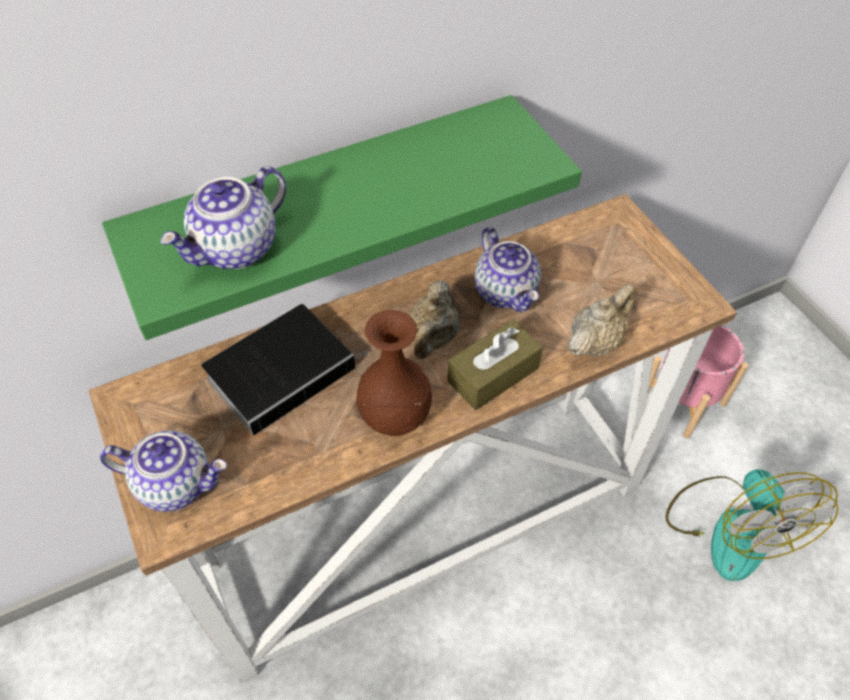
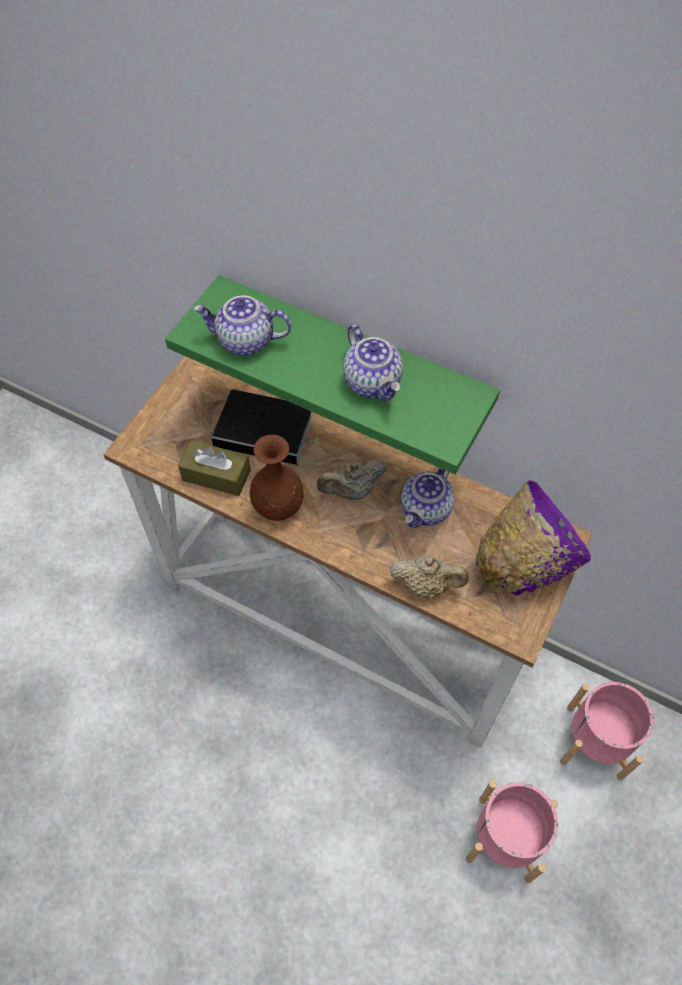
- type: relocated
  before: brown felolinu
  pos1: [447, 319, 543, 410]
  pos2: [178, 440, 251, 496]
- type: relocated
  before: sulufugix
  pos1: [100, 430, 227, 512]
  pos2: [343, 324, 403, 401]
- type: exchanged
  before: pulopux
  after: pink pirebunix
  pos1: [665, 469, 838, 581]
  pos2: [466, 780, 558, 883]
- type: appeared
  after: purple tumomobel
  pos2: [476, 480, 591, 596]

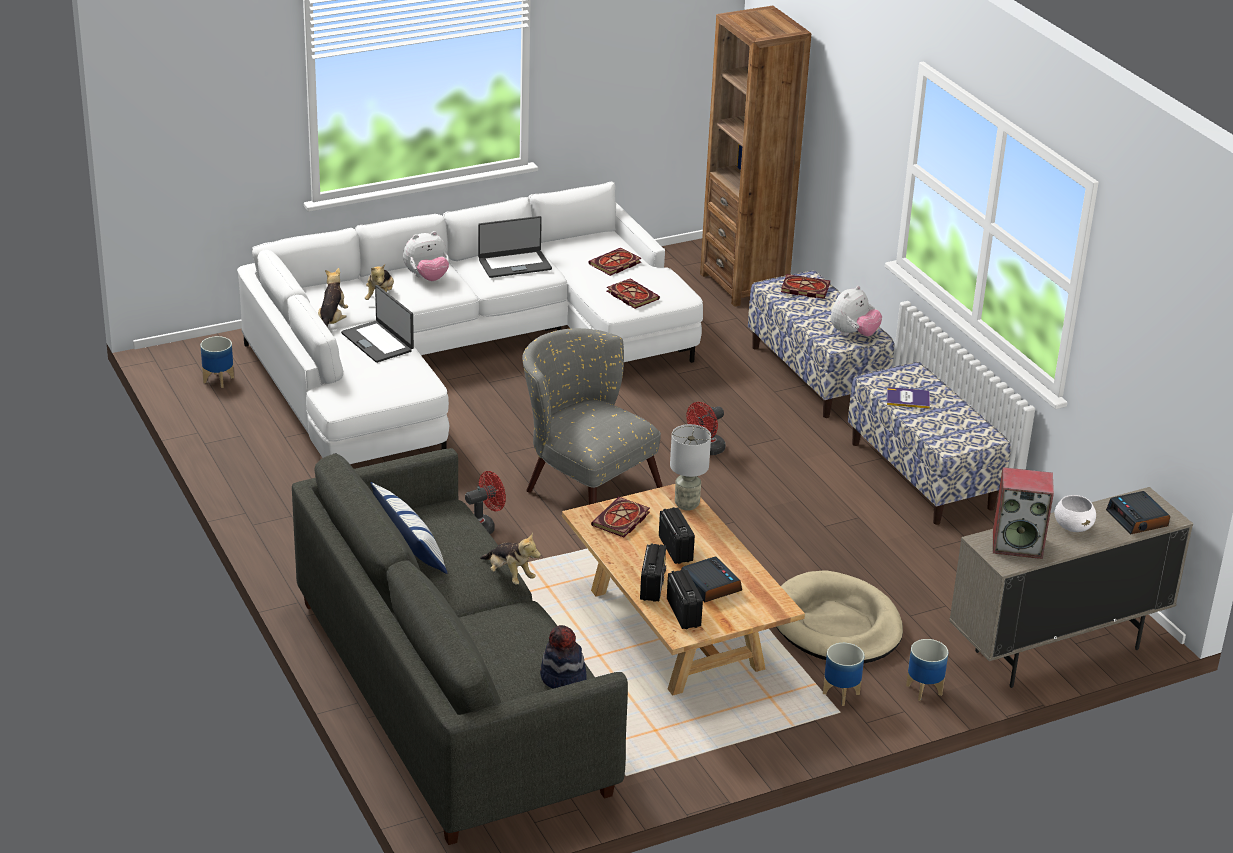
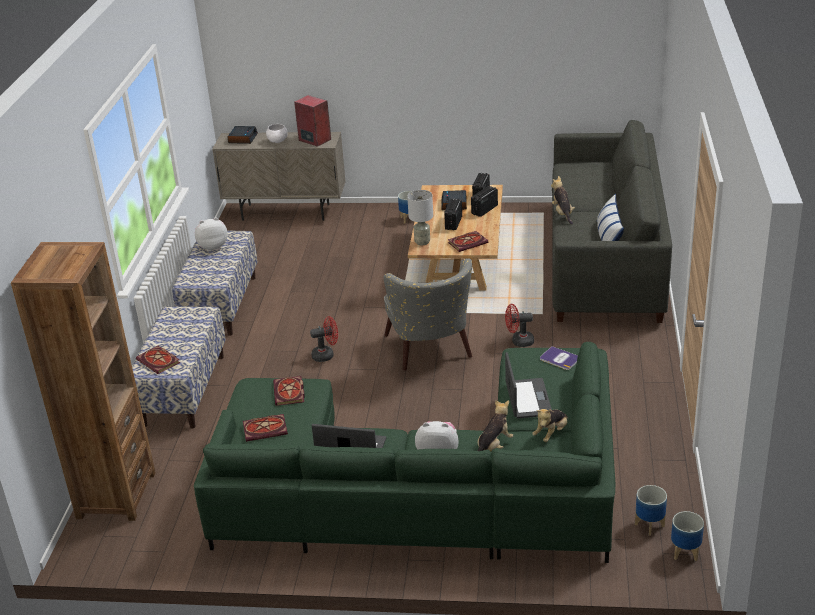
- type: colour
  before: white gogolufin
  after: green gogolufin
  pos1: [237, 182, 703, 464]
  pos2: [194, 342, 616, 563]
- type: relocated
  before: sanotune
  pos1: [831, 286, 882, 336]
  pos2: [195, 217, 228, 251]
- type: relocated
  before: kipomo
  pos1: [887, 387, 930, 409]
  pos2: [540, 346, 578, 370]
- type: relocated
  before: pirebunix
  pos1: [906, 639, 948, 701]
  pos2: [671, 511, 704, 561]
- type: missing
  before: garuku
  pos1: [540, 625, 587, 689]
- type: missing
  before: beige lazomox
  pos1: [776, 570, 903, 663]

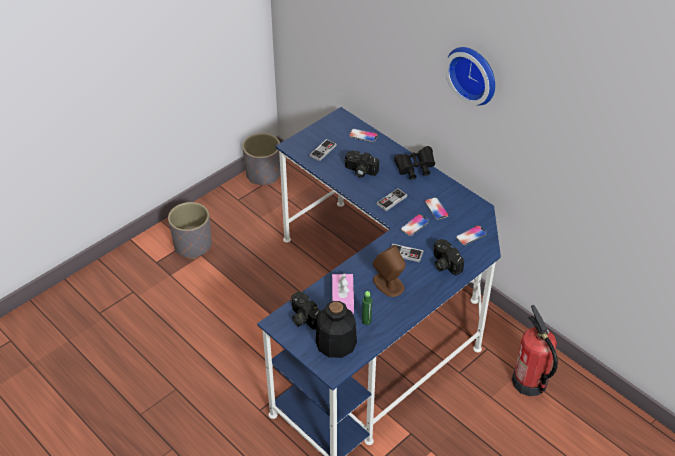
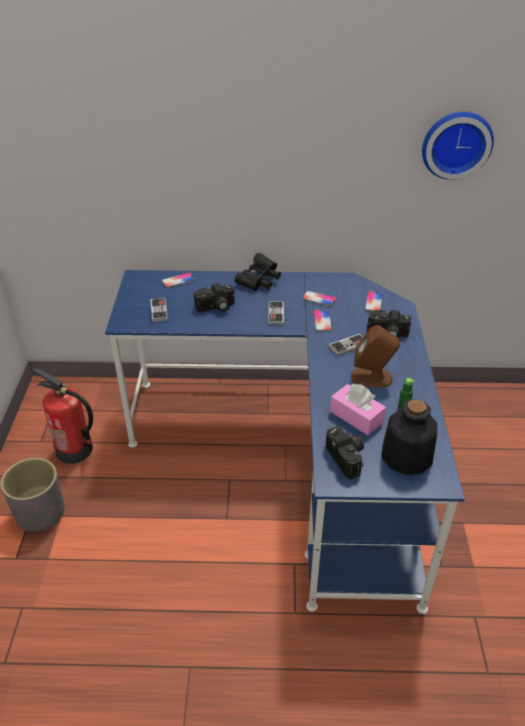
- type: relocated
  before: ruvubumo
  pos1: [512, 305, 558, 396]
  pos2: [33, 368, 93, 464]
- type: spun
  before: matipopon
  pos1: [290, 291, 321, 330]
  pos2: [326, 426, 364, 479]
  turn: -120
- type: relocated
  before: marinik
  pos1: [445, 47, 495, 105]
  pos2: [422, 112, 494, 180]
- type: missing
  before: grey pirebunix
  pos1: [242, 133, 281, 185]

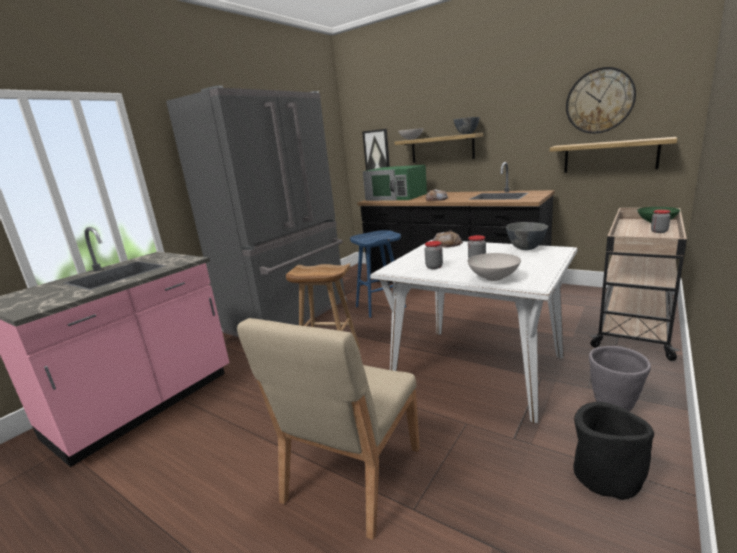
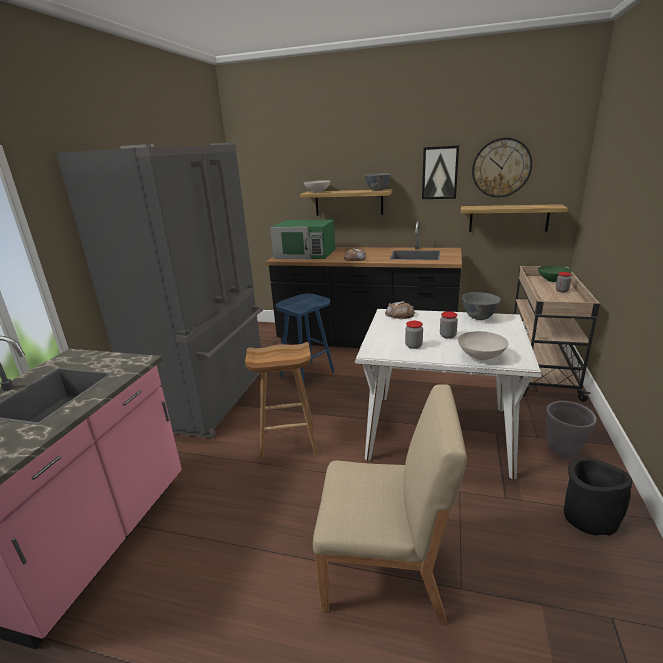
- type: spun
  before: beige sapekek
  pos1: [237, 318, 420, 540]
  pos2: [313, 384, 467, 624]
  turn: -90
- type: relocated
  before: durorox
  pos1: [362, 129, 390, 171]
  pos2: [422, 145, 459, 199]

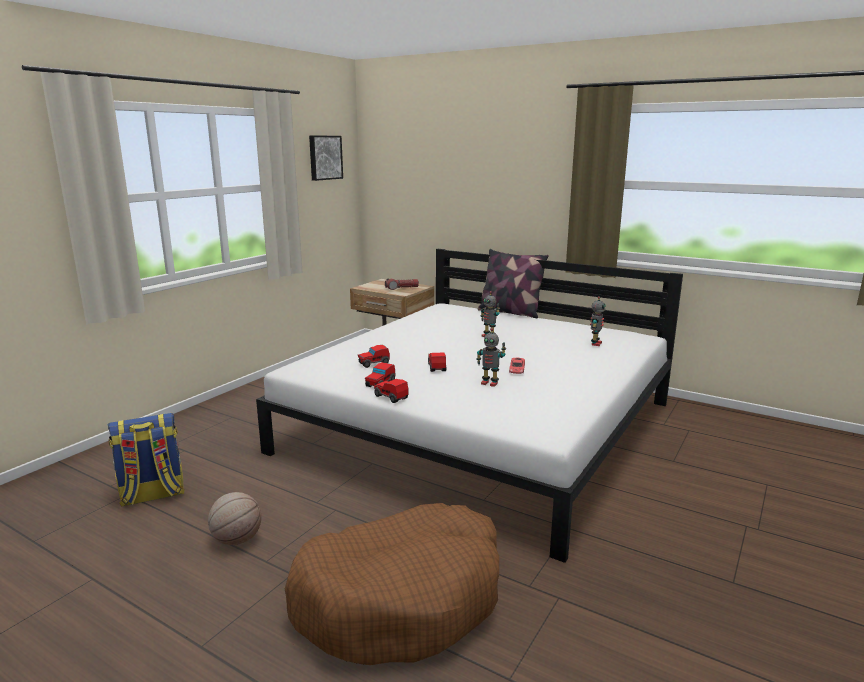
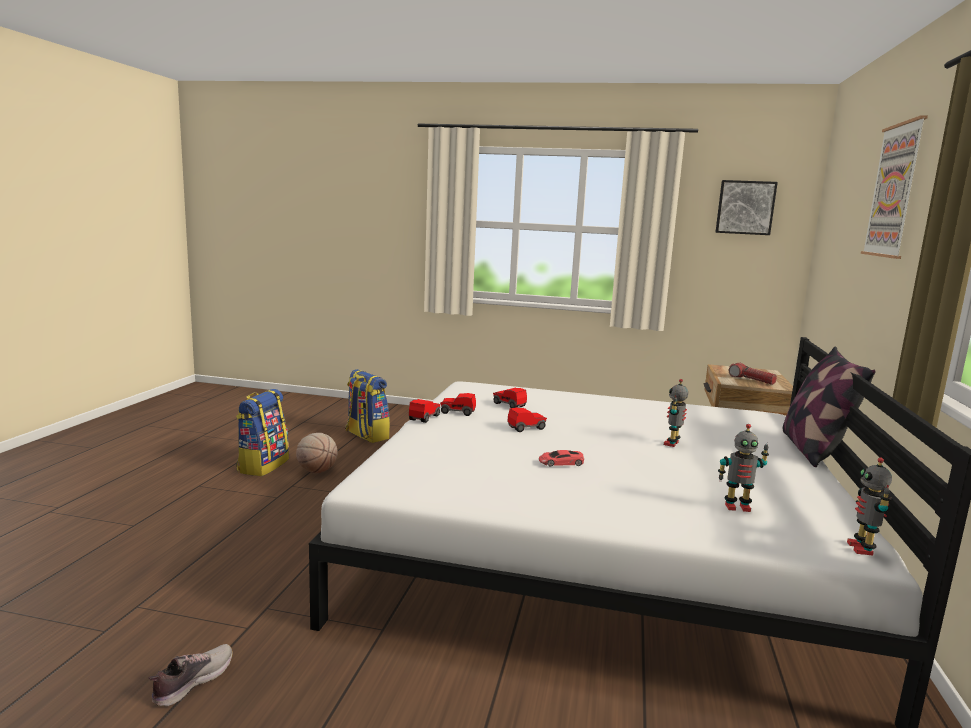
- type: appeared
  after: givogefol
  pos2: [148, 644, 233, 707]
- type: appeared
  after: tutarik
  pos2: [236, 389, 289, 476]
- type: relocated
  before: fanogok
  pos1: [476, 328, 506, 387]
  pos2: [847, 458, 892, 555]
- type: appeared
  after: durorox
  pos2: [861, 115, 928, 259]
- type: missing
  before: brown lazomox
  pos1: [285, 503, 499, 665]

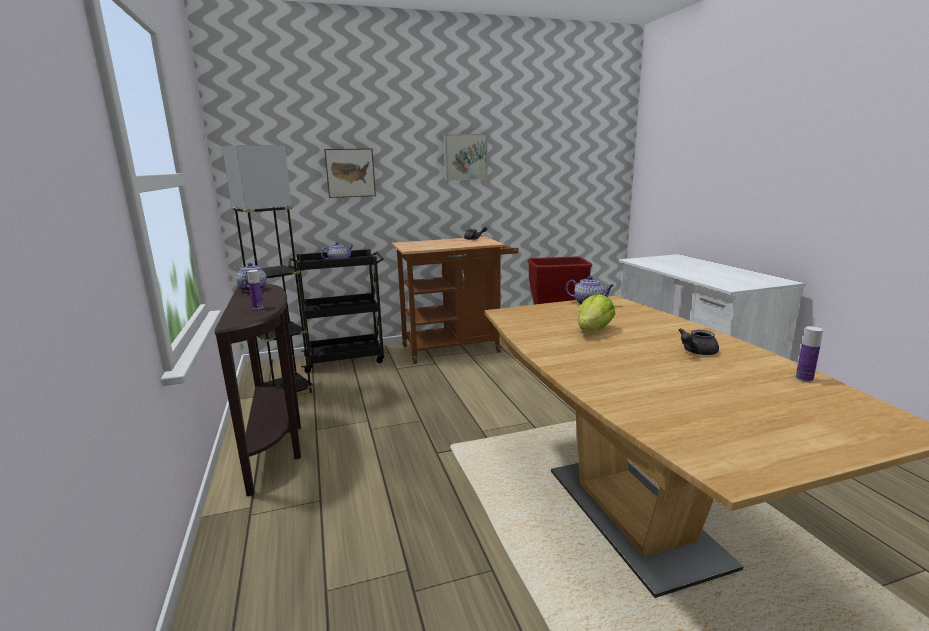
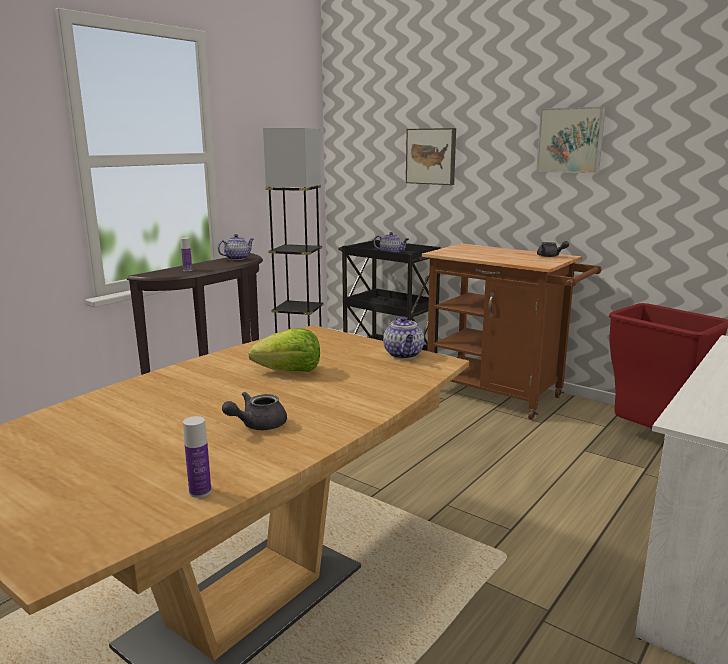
- type: spun
  before: grey sulufugix
  pos1: [679, 328, 719, 355]
  pos2: [222, 392, 287, 430]
  turn: -60

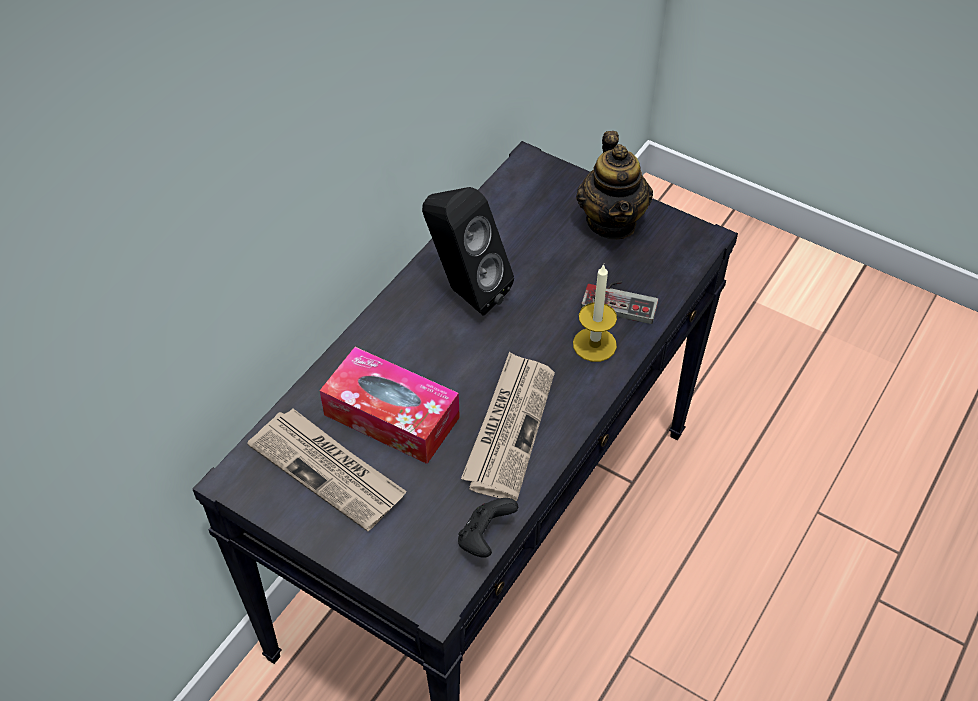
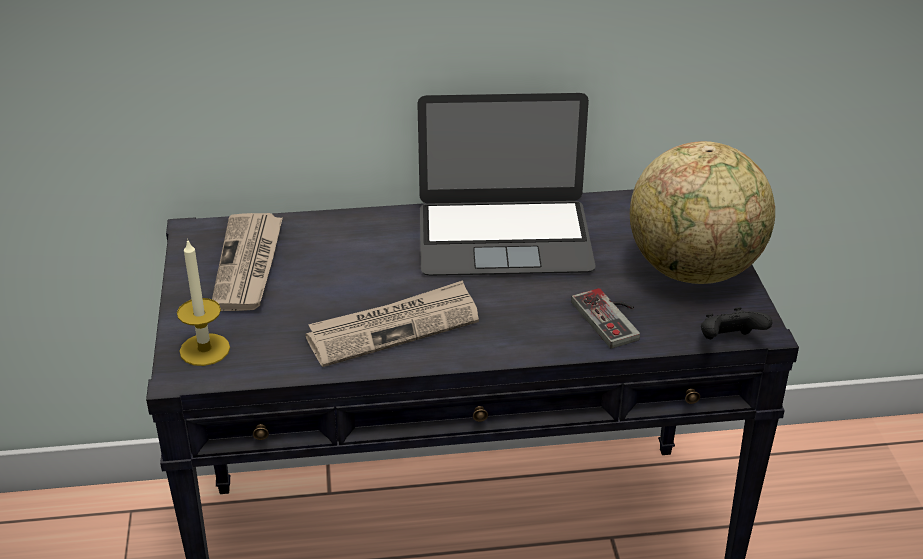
- type: relocated
  before: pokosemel
  pos1: [573, 264, 617, 362]
  pos2: [177, 238, 230, 366]
- type: exchanged
  before: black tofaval
  after: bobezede
  pos1: [422, 187, 514, 316]
  pos2: [417, 93, 596, 276]
- type: exchanged
  before: sulufugix
  after: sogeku
  pos1: [576, 131, 653, 240]
  pos2: [630, 141, 775, 284]
- type: relocated
  before: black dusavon
  pos1: [458, 498, 518, 558]
  pos2: [701, 307, 772, 339]
- type: missing
  before: felolinu
  pos1: [320, 347, 460, 464]

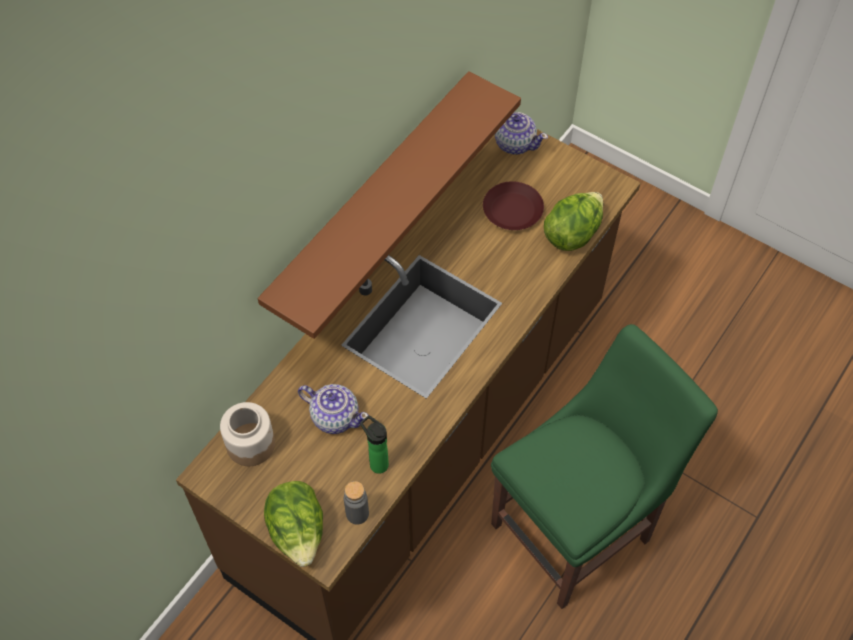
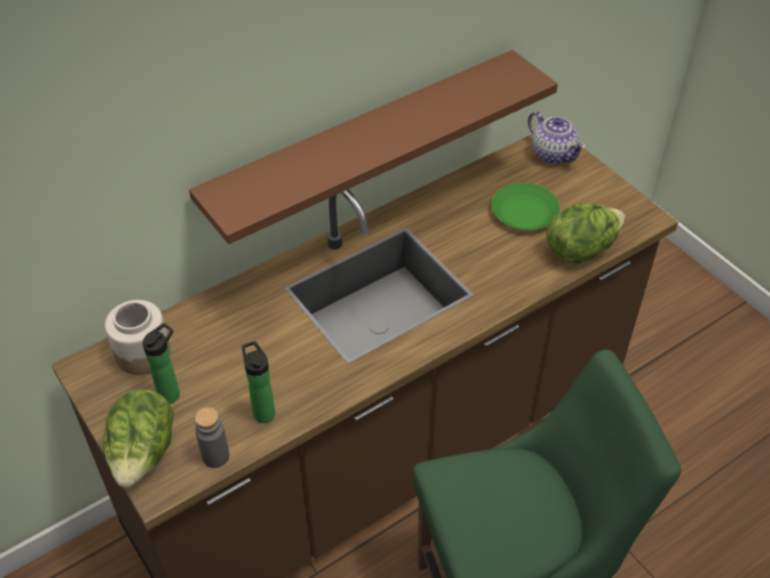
- type: appeared
  after: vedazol
  pos2: [142, 323, 180, 404]
- type: colour
  before: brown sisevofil
  after: green sisevofil
  pos1: [483, 181, 544, 230]
  pos2: [491, 183, 560, 230]
- type: missing
  before: sulufugix
  pos1: [298, 384, 369, 434]

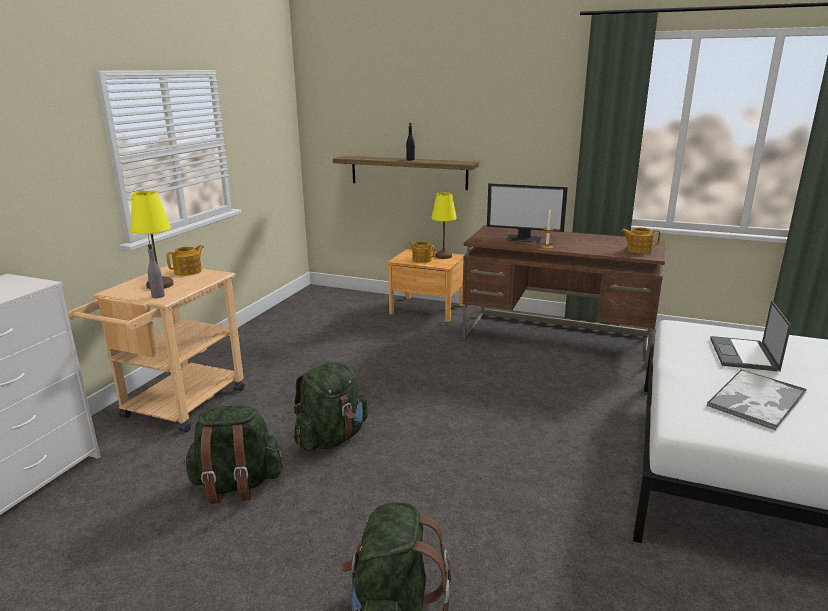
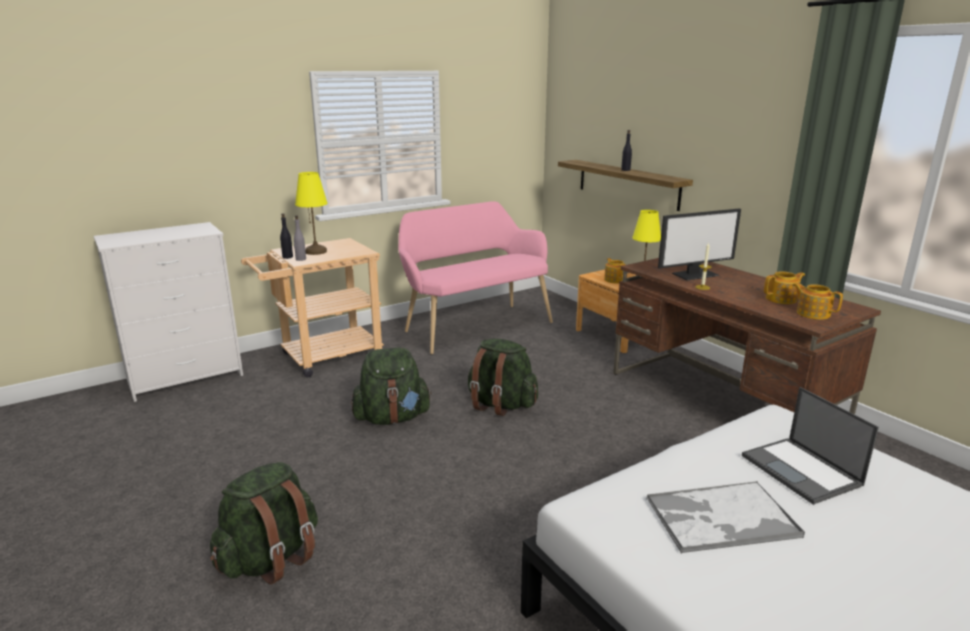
- type: appeared
  after: black vedazol
  pos2: [280, 213, 293, 259]
- type: appeared
  after: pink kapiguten
  pos2: [398, 201, 553, 354]
- type: relocated
  before: green tutarik
  pos1: [184, 405, 282, 504]
  pos2: [468, 339, 538, 416]
- type: spun
  before: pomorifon
  pos1: [487, 183, 568, 243]
  pos2: [658, 208, 741, 280]
  turn: -75
- type: spun
  before: bobezede
  pos1: [710, 301, 791, 372]
  pos2: [742, 387, 879, 505]
  turn: -75
- type: relocated
  before: sulufugix
  pos1: [166, 245, 204, 276]
  pos2: [764, 271, 805, 304]

